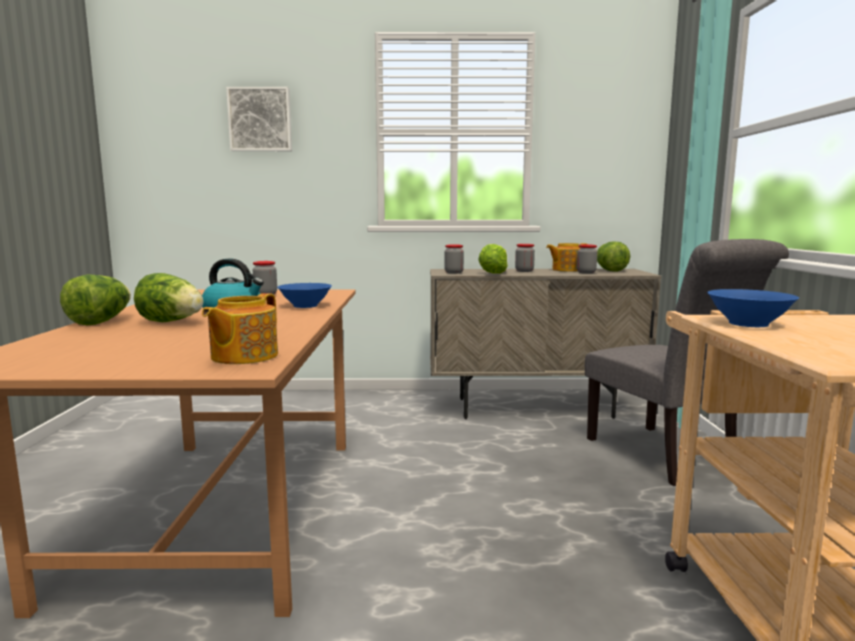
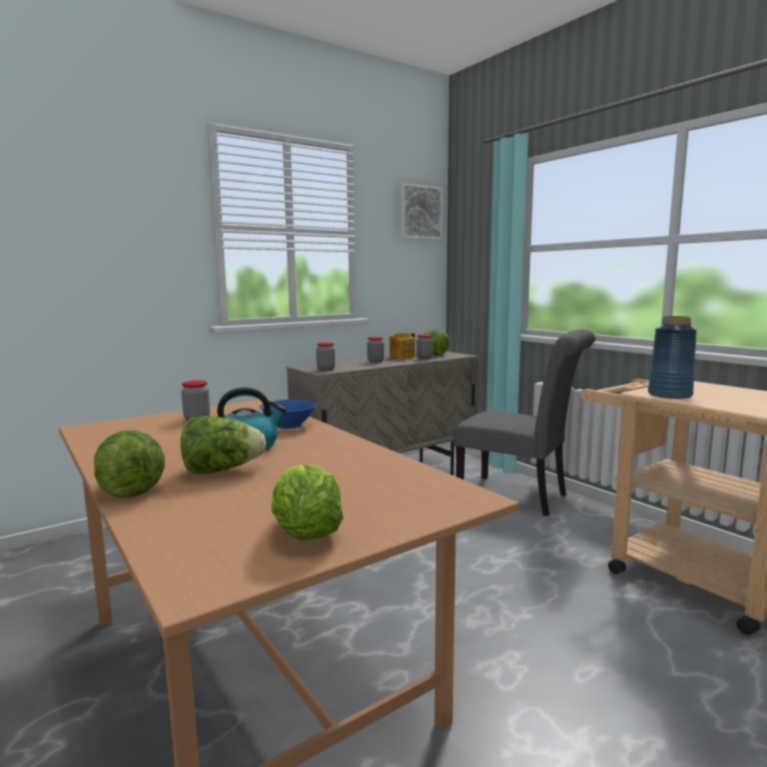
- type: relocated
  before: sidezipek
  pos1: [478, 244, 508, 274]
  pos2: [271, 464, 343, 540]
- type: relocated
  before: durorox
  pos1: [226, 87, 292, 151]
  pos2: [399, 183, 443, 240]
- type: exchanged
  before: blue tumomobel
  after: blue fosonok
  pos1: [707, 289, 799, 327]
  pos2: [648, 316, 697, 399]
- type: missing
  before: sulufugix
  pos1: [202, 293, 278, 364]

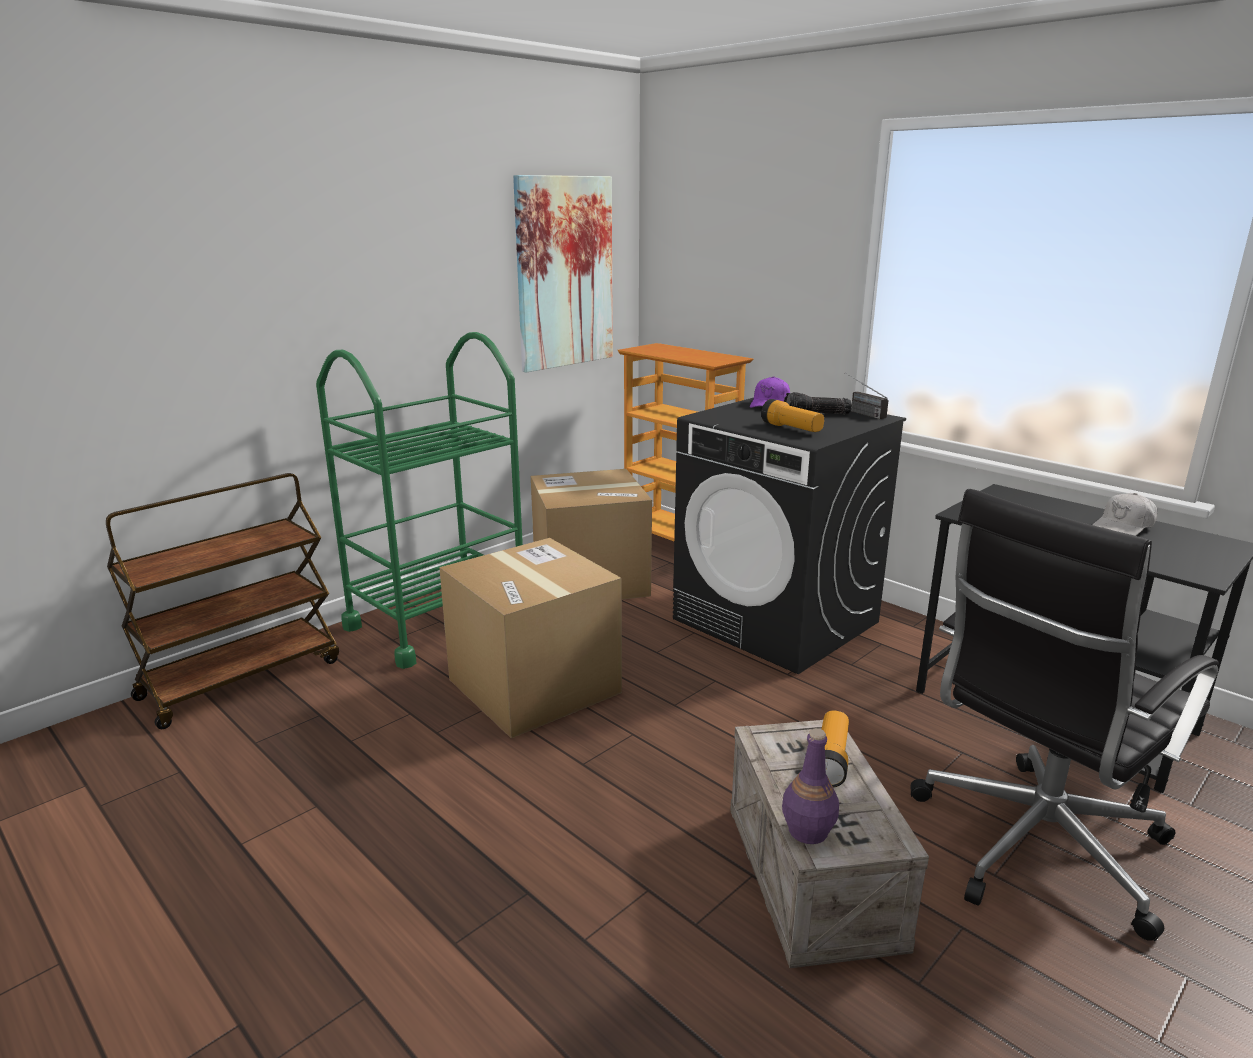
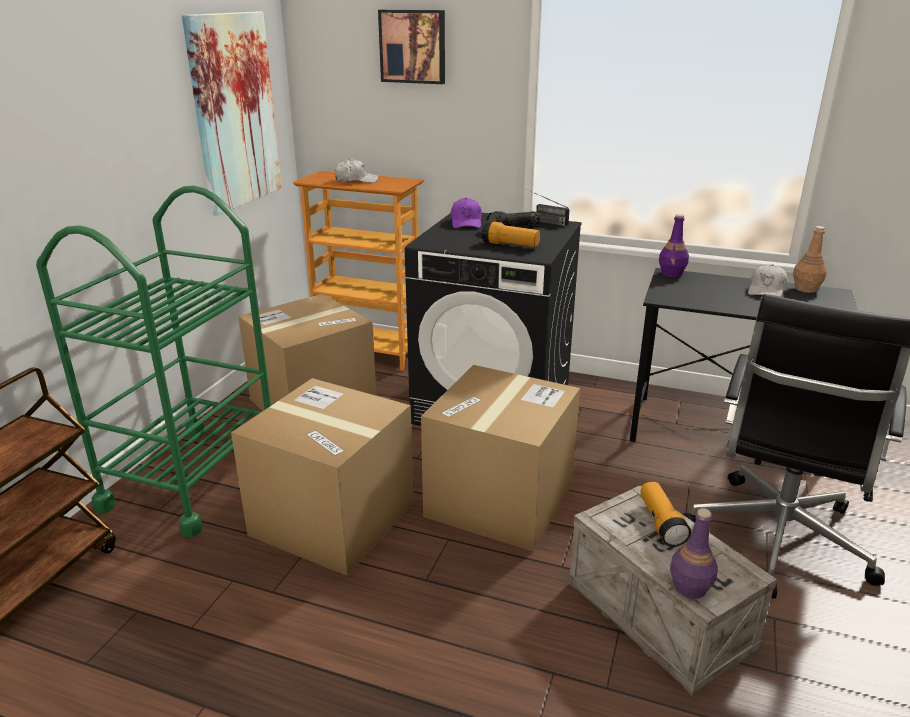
- type: appeared
  after: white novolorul
  pos2: [334, 159, 379, 183]
- type: appeared
  after: durorox
  pos2: [378, 10, 445, 84]
- type: appeared
  after: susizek
  pos2: [421, 365, 580, 552]
- type: appeared
  after: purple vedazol
  pos2: [659, 214, 689, 277]
- type: appeared
  after: brown vedazol
  pos2: [793, 226, 827, 293]

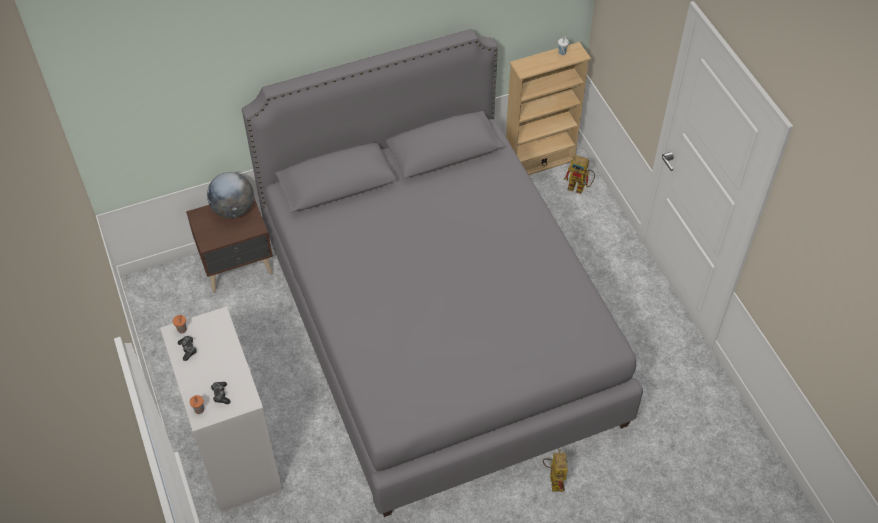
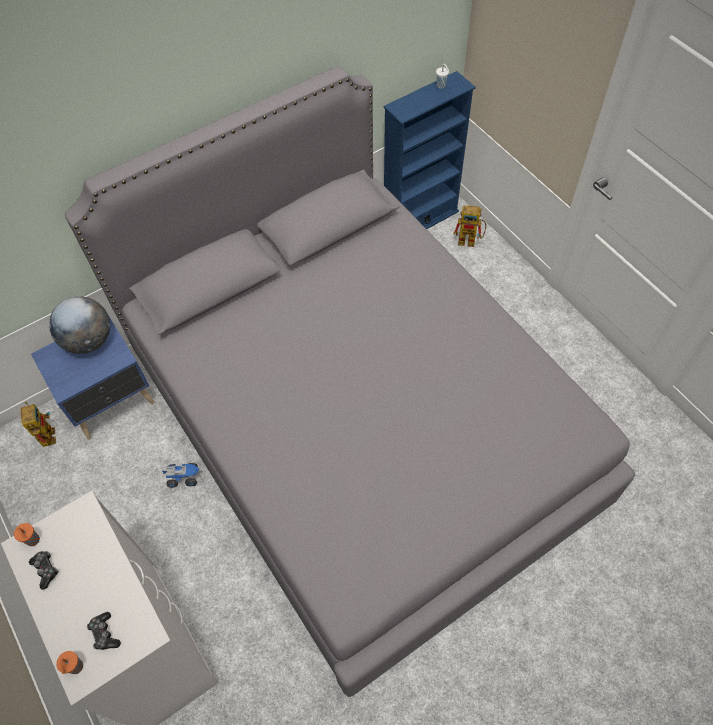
- type: relocated
  before: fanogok
  pos1: [543, 449, 568, 492]
  pos2: [20, 401, 56, 447]
- type: colour
  before: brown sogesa
  after: blue sogesa
  pos1: [186, 198, 273, 293]
  pos2: [31, 315, 155, 440]
- type: appeared
  after: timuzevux
  pos2: [162, 463, 199, 488]
- type: colour
  before: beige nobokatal
  after: blue nobokatal
  pos1: [506, 42, 591, 175]
  pos2: [384, 71, 476, 229]

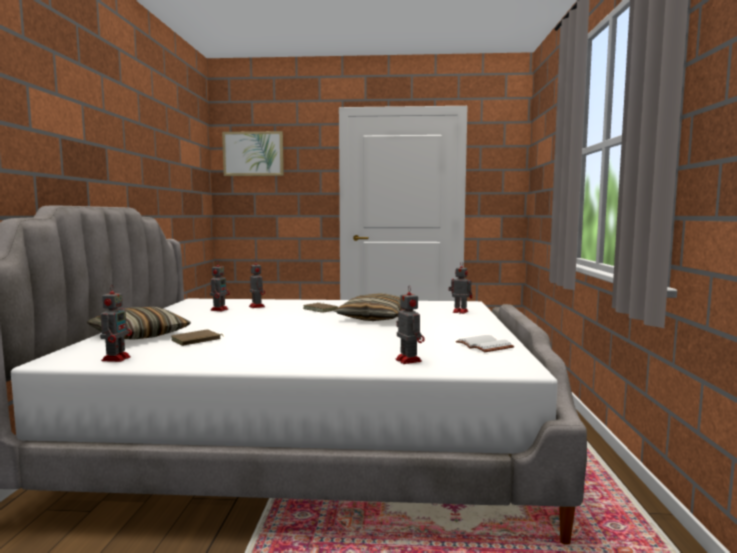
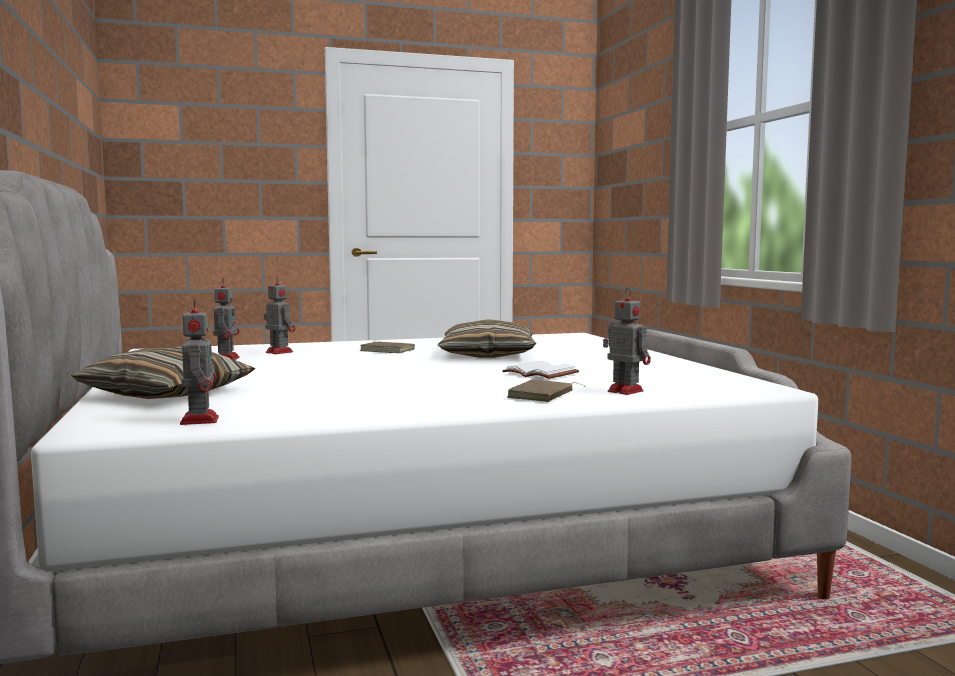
- type: relocated
  before: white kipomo
  pos1: [456, 335, 514, 352]
  pos2: [502, 361, 579, 379]
- type: relocated
  before: brown kipomo
  pos1: [171, 329, 224, 346]
  pos2: [507, 379, 586, 402]
- type: missing
  before: durorox
  pos1: [222, 131, 284, 176]
- type: missing
  before: fanogok
  pos1: [449, 262, 472, 314]

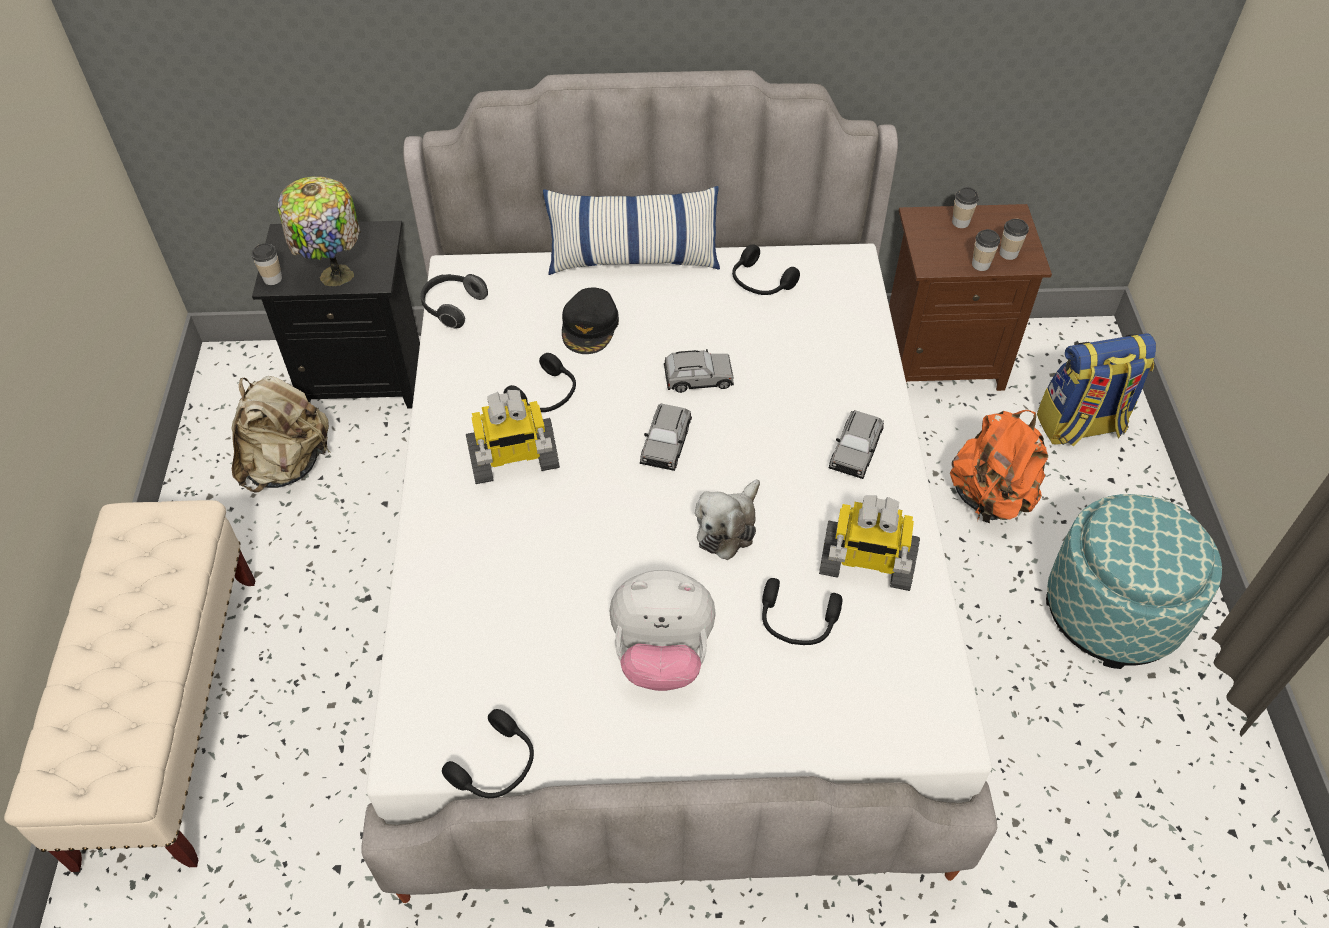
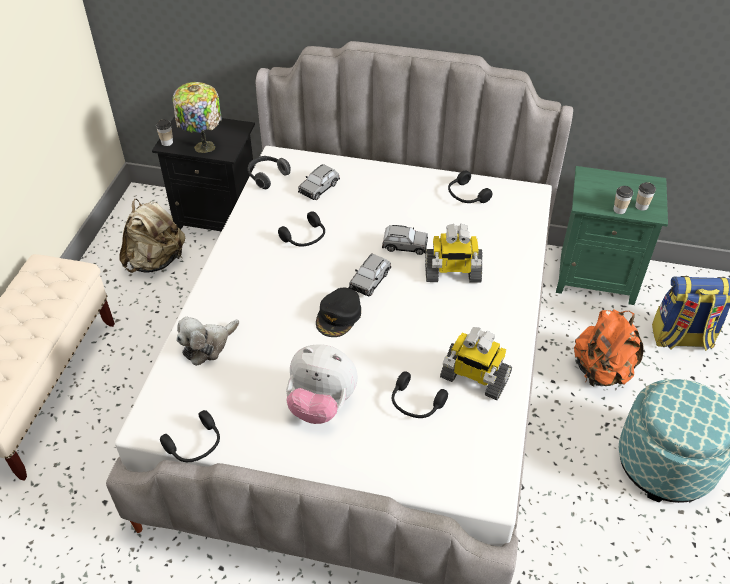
- type: relocated
  before: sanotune
  pos1: [695, 479, 760, 560]
  pos2: [176, 317, 239, 366]
- type: relocated
  before: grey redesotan
  pos1: [829, 410, 884, 479]
  pos2: [298, 164, 340, 200]
- type: relocated
  before: black novolorul
  pos1: [562, 288, 619, 354]
  pos2: [316, 288, 361, 337]
- type: relocated
  before: fanogok
  pos1: [466, 390, 560, 484]
  pos2: [425, 224, 482, 282]
- type: colour
  before: brown sogesa
  after: green sogesa
  pos1: [889, 204, 1052, 391]
  pos2: [556, 166, 668, 305]
- type: missing
  before: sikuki
  pos1: [543, 186, 720, 275]
- type: missing
  before: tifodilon
  pos1: [952, 187, 979, 228]

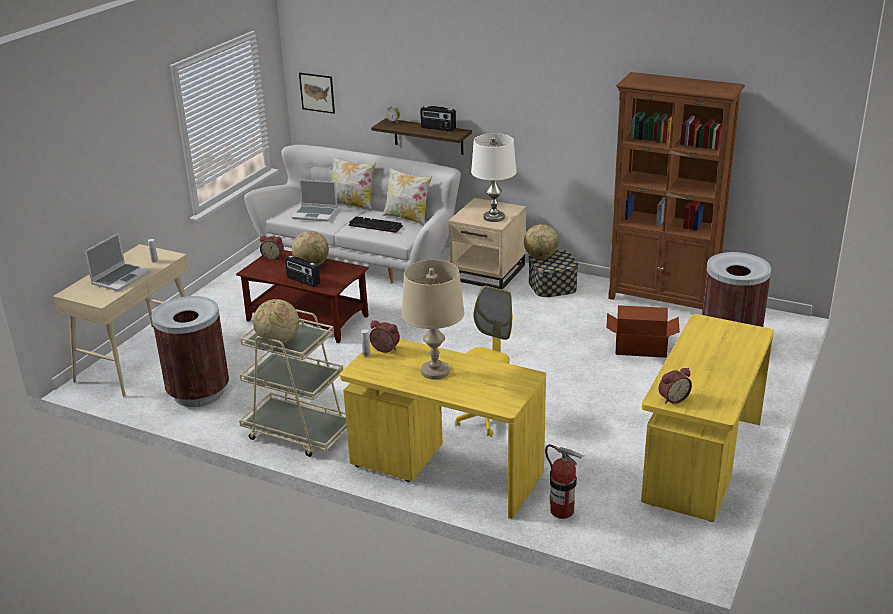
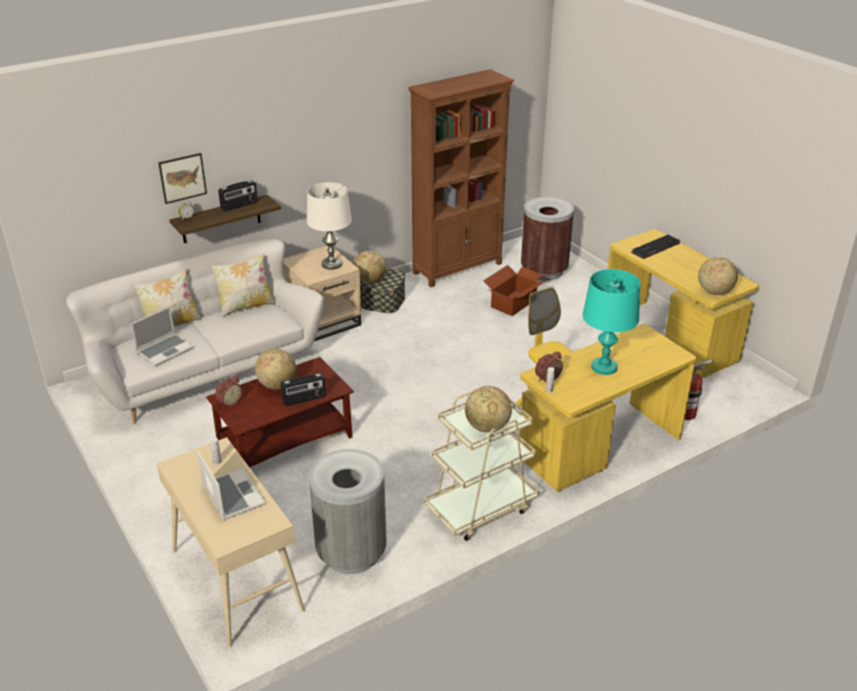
- type: relocated
  before: durorox
  pos1: [299, 73, 335, 114]
  pos2: [158, 153, 207, 204]
- type: colour
  before: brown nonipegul
  after: grey nonipegul
  pos1: [151, 296, 229, 407]
  pos2: [309, 449, 387, 574]
- type: colour
  before: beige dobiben
  after: turquoise dobiben
  pos1: [402, 260, 464, 380]
  pos2: [583, 269, 640, 375]
- type: relocated
  before: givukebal
  pos1: [349, 216, 403, 233]
  pos2: [631, 235, 680, 259]
- type: exchanged
  before: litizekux
  after: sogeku
  pos1: [658, 368, 692, 404]
  pos2: [698, 257, 738, 295]

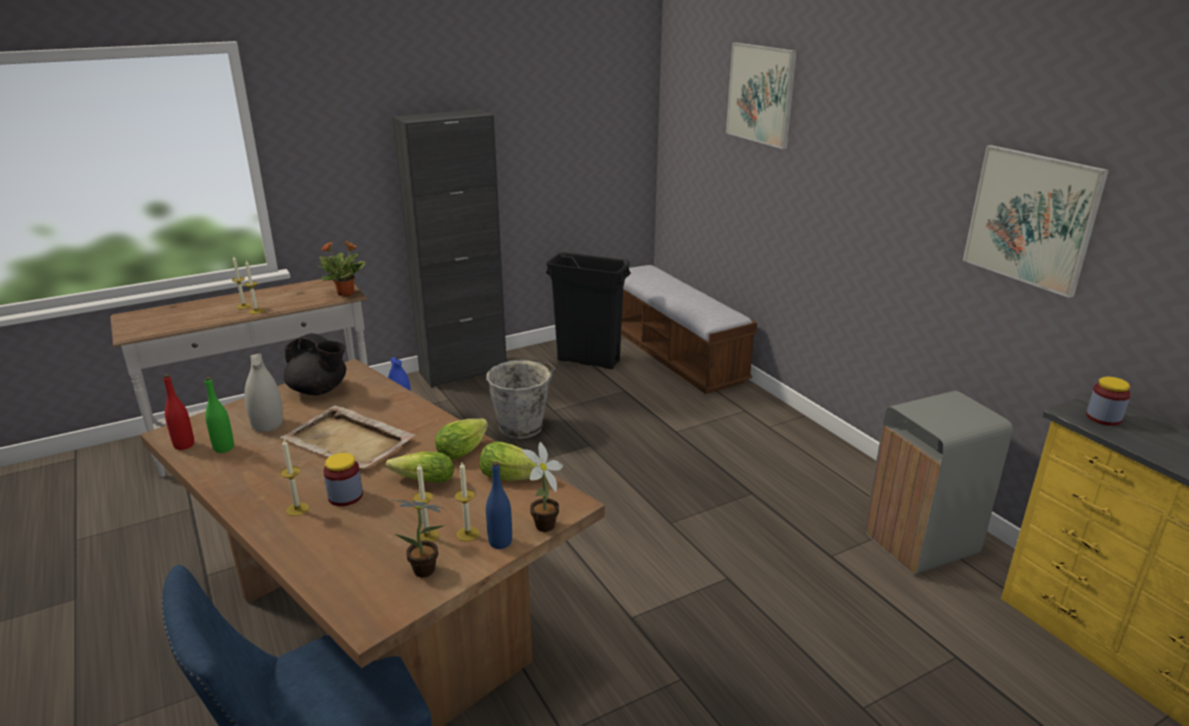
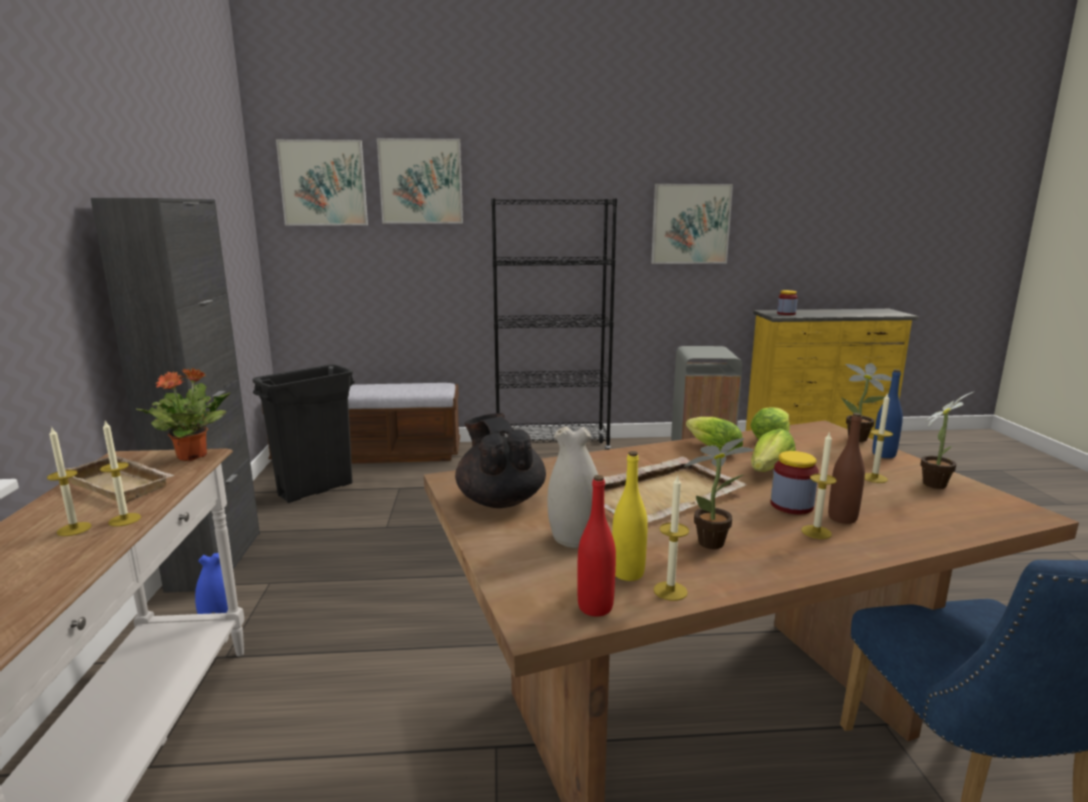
- type: appeared
  after: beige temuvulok
  pos2: [65, 456, 175, 503]
- type: appeared
  after: durorox
  pos2: [276, 139, 368, 225]
- type: spun
  before: black sulufugix
  pos1: [284, 333, 346, 395]
  pos2: [455, 413, 546, 508]
  turn: -75
- type: appeared
  after: black nobokatal
  pos2: [491, 198, 617, 450]
- type: colour
  before: green vedazol
  after: yellow vedazol
  pos1: [205, 377, 234, 453]
  pos2: [612, 451, 648, 581]
- type: relocated
  before: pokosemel
  pos1: [455, 462, 479, 541]
  pos2: [653, 475, 689, 601]
- type: appeared
  after: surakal
  pos2: [684, 438, 754, 549]
- type: appeared
  after: brown vedazol
  pos2: [828, 413, 865, 524]
- type: missing
  before: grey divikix
  pos1: [486, 360, 555, 439]

